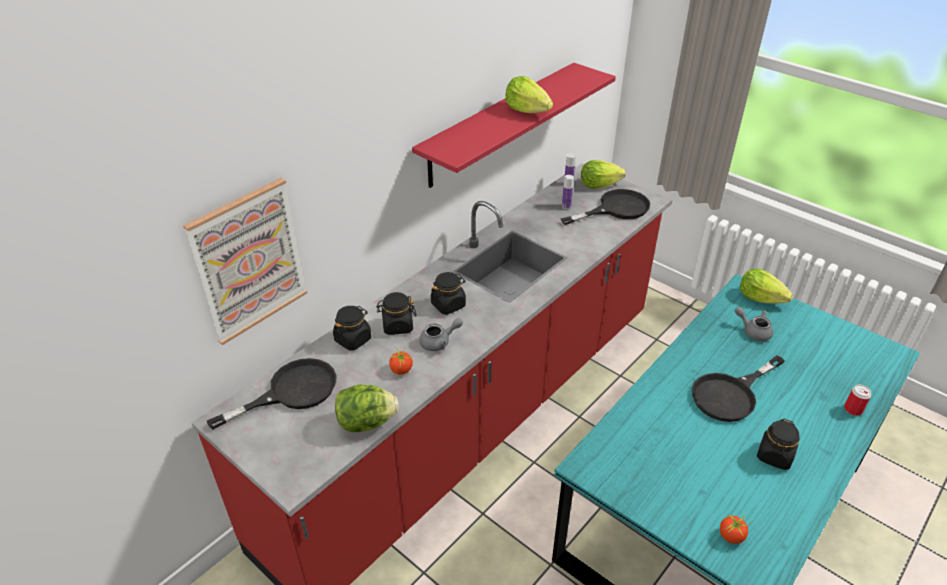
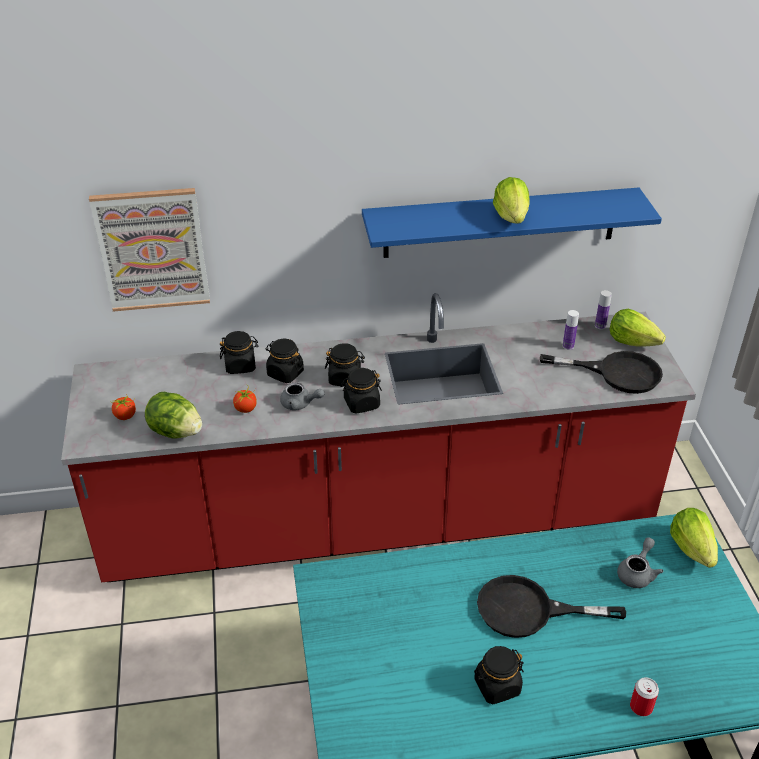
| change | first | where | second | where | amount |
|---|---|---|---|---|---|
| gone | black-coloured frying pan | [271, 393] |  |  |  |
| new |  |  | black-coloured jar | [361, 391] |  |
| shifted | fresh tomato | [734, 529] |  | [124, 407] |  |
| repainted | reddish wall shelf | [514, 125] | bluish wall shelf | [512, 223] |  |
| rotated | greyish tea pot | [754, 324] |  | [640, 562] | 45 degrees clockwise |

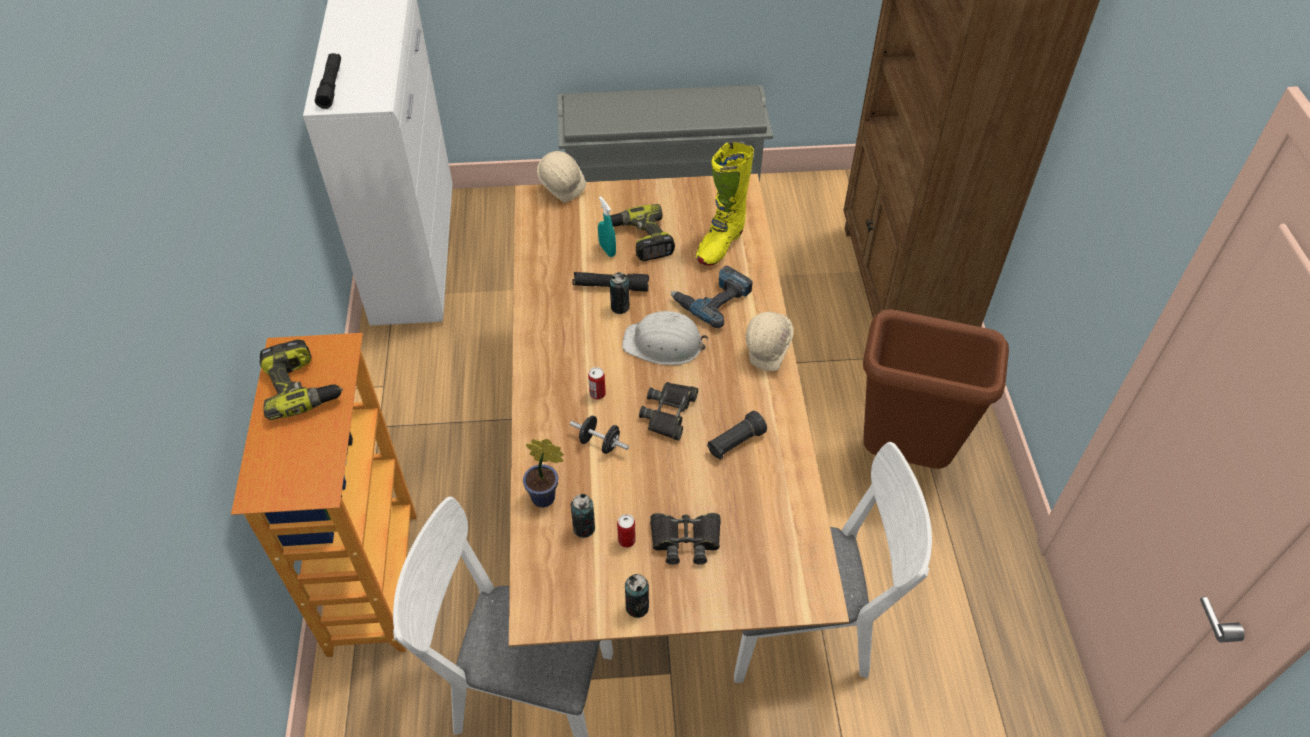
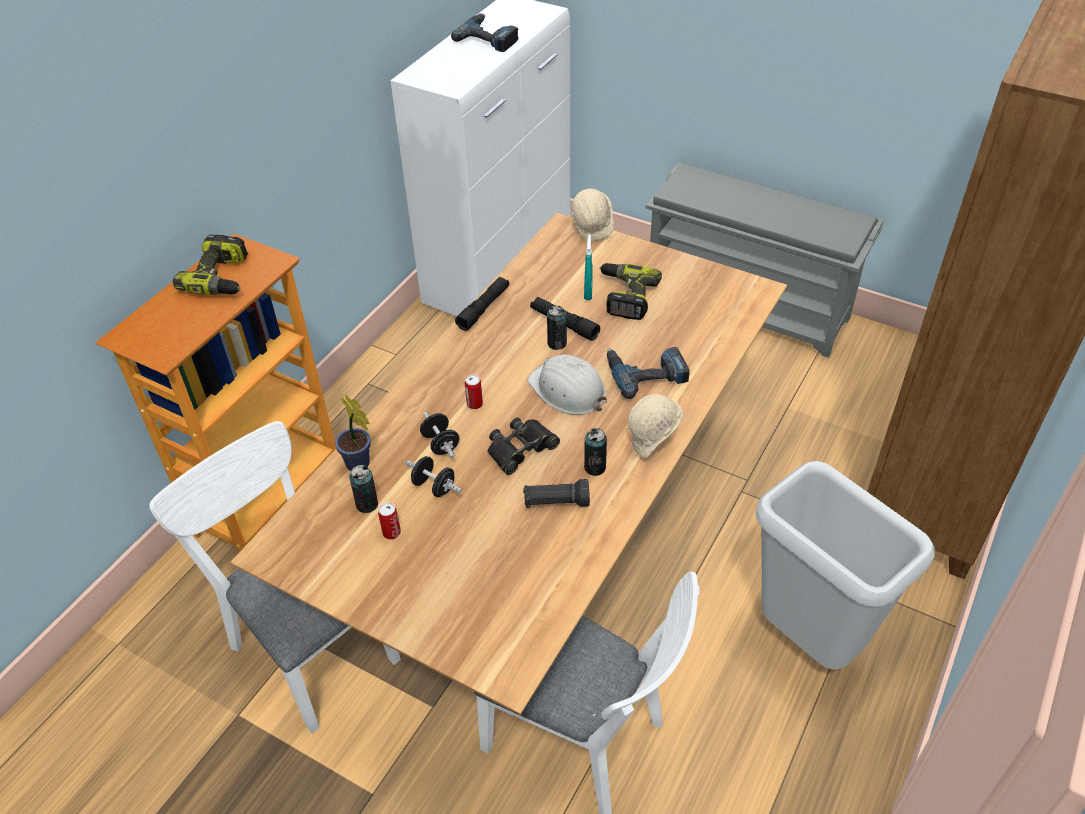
| change | first | where | second | where | amount |
|---|---|---|---|---|---|
| gone | black-coloured field glasses | [685, 539] |  |  |  |
| gone | yellowish tall boot | [725, 203] |  |  |  |
| new |  |  | black-coloured hand weight | [433, 476] |  |
| new |  |  | power drill | [485, 32] |  |
| shifted | black-coloured torch | [328, 81] |  | [482, 304] |  |
| shifted | sealed can | [637, 596] |  | [595, 452] |  |
| repainted | brown-coloured waste bin | [936, 389] | greyish waste bin | [845, 565] |  |

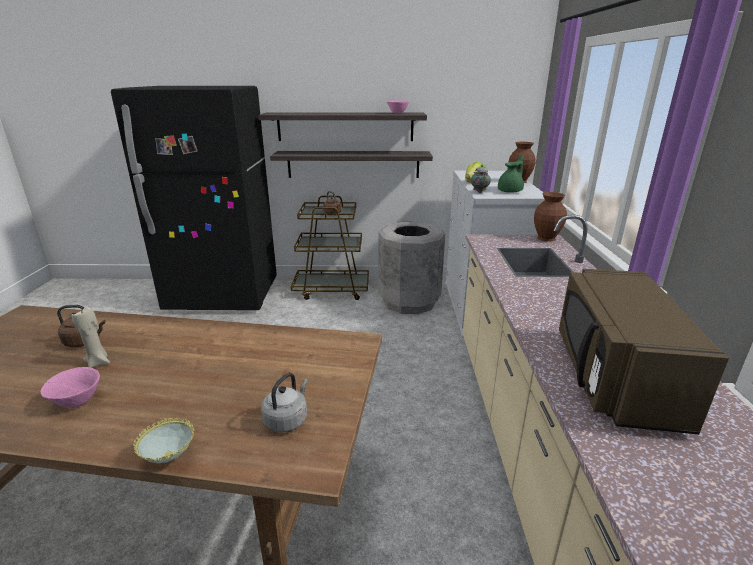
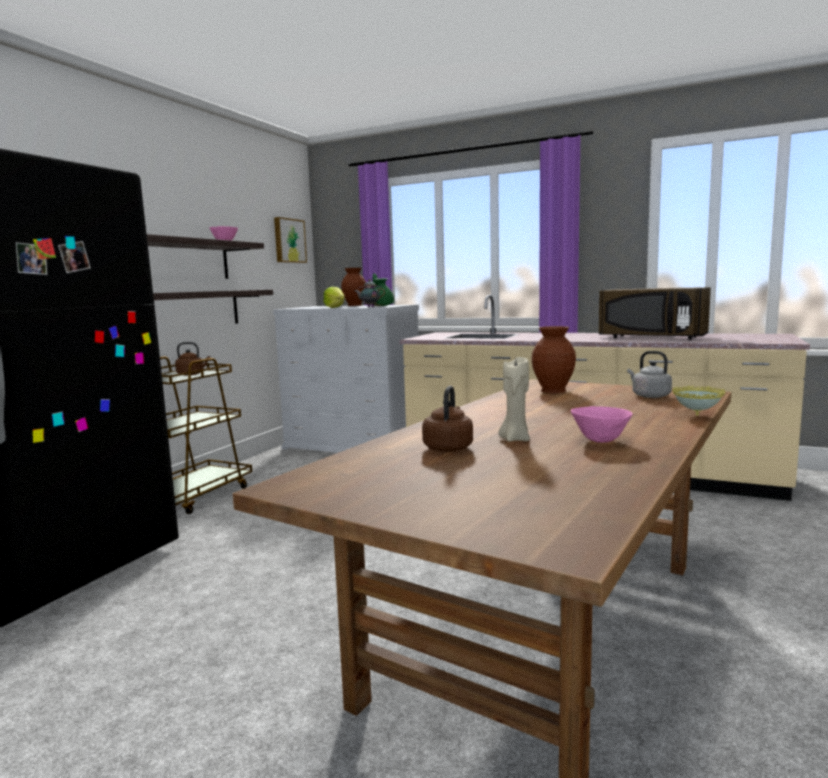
| change | first | where | second | where | amount |
|---|---|---|---|---|---|
| gone | greyish waste bin | [411, 268] |  |  |  |
| new |  |  | wall art | [290, 240] |  |
| shifted | brown-coloured decorative vase | [550, 217] |  | [553, 359] |  |

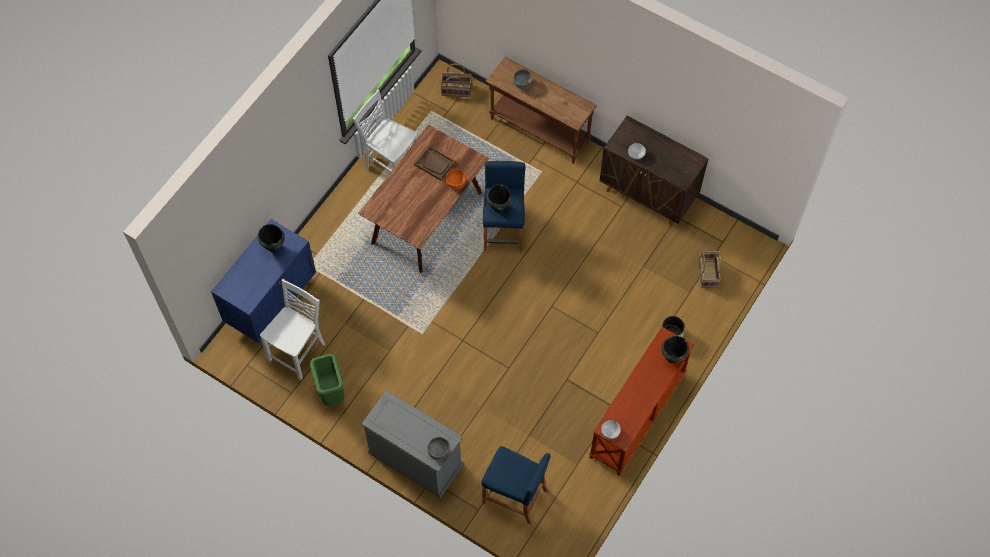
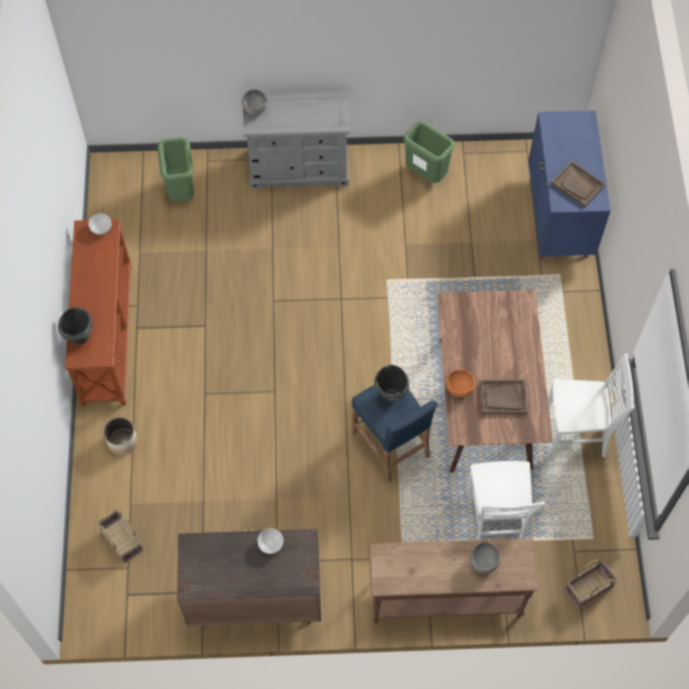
| change | first | where | second | where | amount |
|---|---|---|---|---|---|
| shifted | white plain chair | [293, 329] |  | [506, 500] |  |
| swapped | black-coloured saucepot | [271, 238] | brown-coloured tray | [578, 184] |  |
| swapped | bluish stool | [516, 485] | green waste bin | [175, 169] |  |

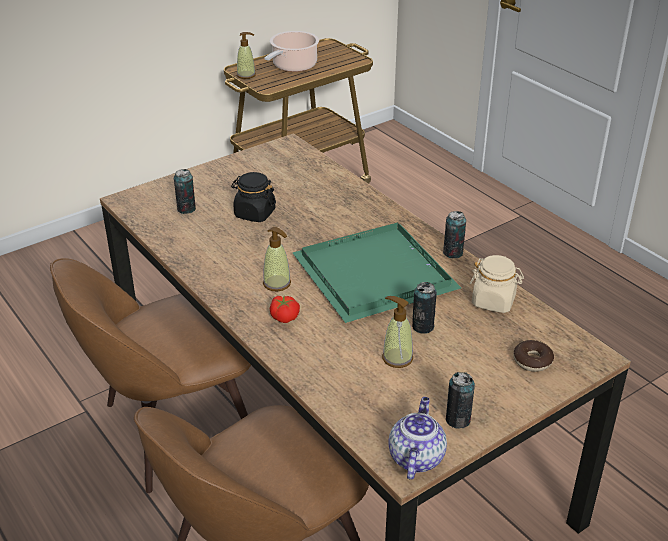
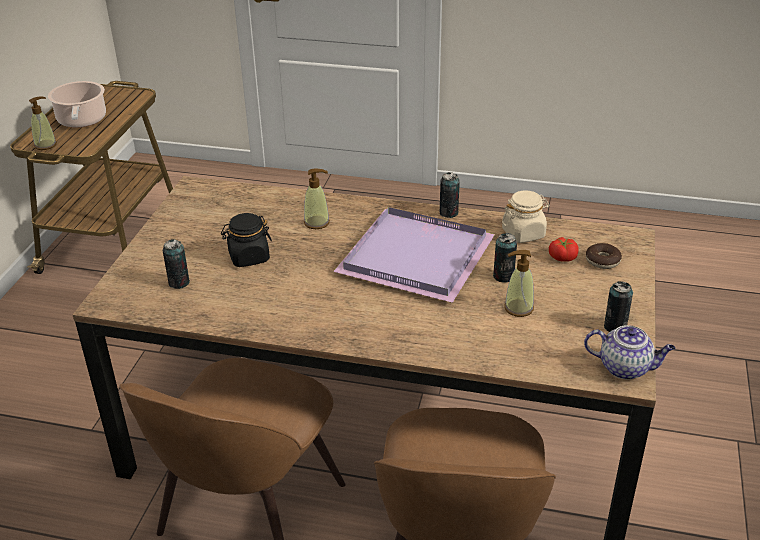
| change | first | where | second | where | amount |
|---|---|---|---|---|---|
| shifted | liquid soap bottle | [277, 259] |  | [317, 199] |  |
| shifted | fresh tomato | [285, 309] |  | [563, 249] |  |
| repainted | green tray | [377, 273] | purple-coloured tray | [414, 255] |  |
| rotated | tea pot | [417, 438] |  | [629, 352] | 135 degrees clockwise |

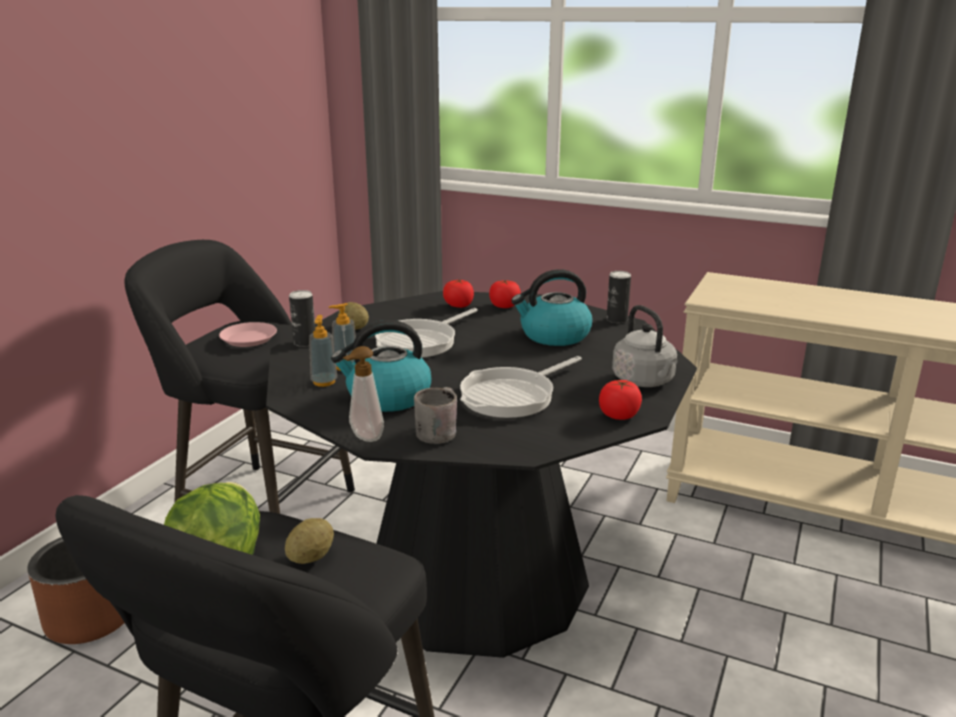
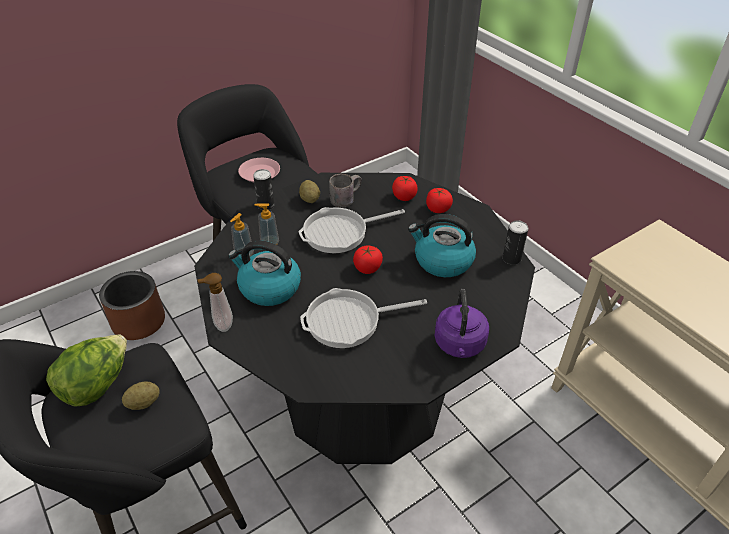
| change | first | where | second | where | amount |
|---|---|---|---|---|---|
| shifted | greyish coffee mug | [435, 415] |  | [345, 191] |  |
| shifted | fresh tomato | [620, 400] |  | [368, 259] |  |
| repainted | greyish tea kettle | [644, 346] | purple-coloured tea kettle | [462, 323] |  |

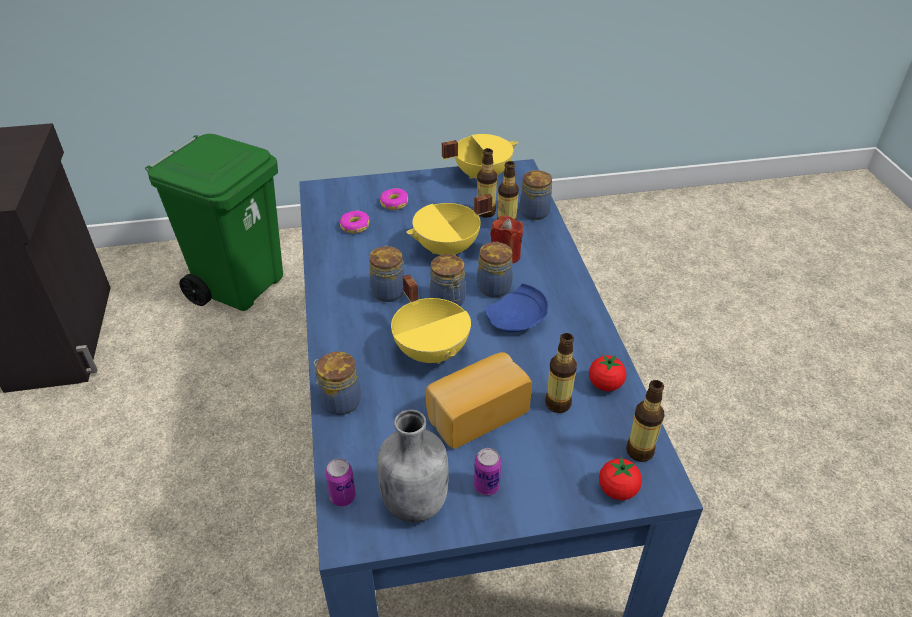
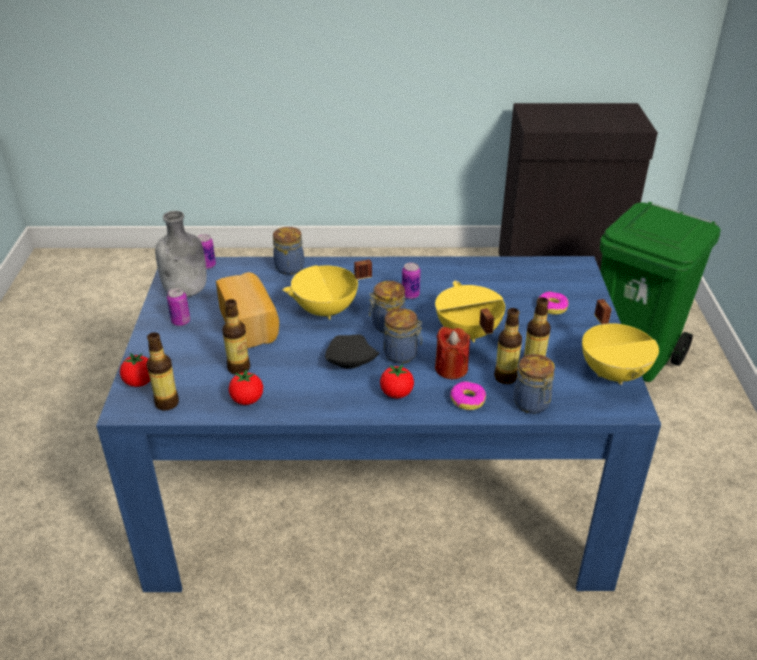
| change | first | where | second | where | amount |
|---|---|---|---|---|---|
| new |  |  | fresh tomato | [397, 381] |  |
| shifted | donut | [354, 222] |  | [468, 395] |  |
| swapped | jar | [387, 274] | sealed can | [411, 281] |  |
| repainted | bluish flat dish | [517, 308] | black-coloured flat dish | [352, 351] |  |

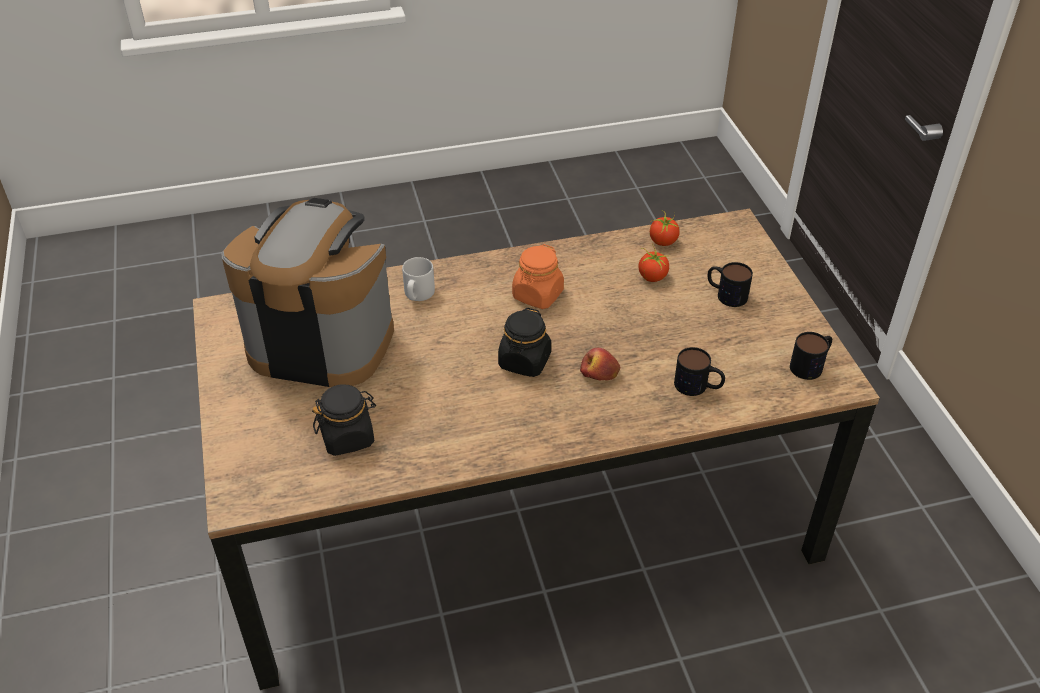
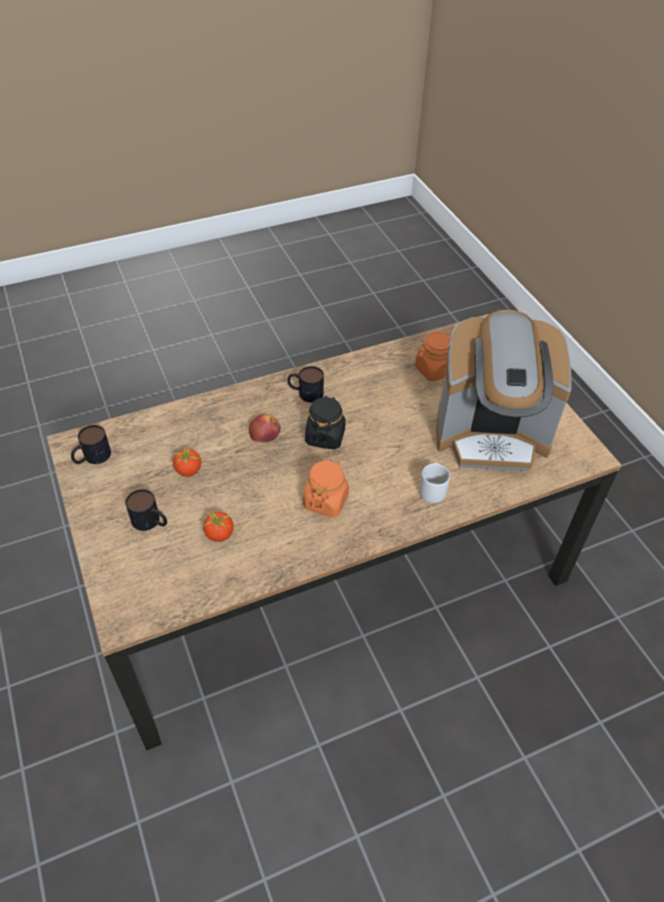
| change | first | where | second | where | amount |
|---|---|---|---|---|---|
| shifted | fresh tomato | [665, 228] |  | [187, 461] |  |
| shifted | coffee mug | [699, 371] |  | [305, 384] |  |
| repainted | black-coloured jar | [344, 420] | orangey jar | [433, 357] |  |

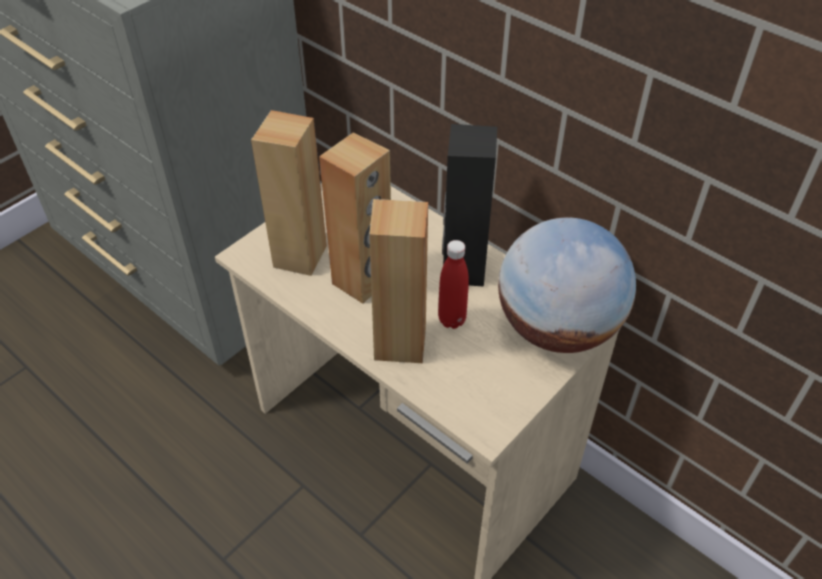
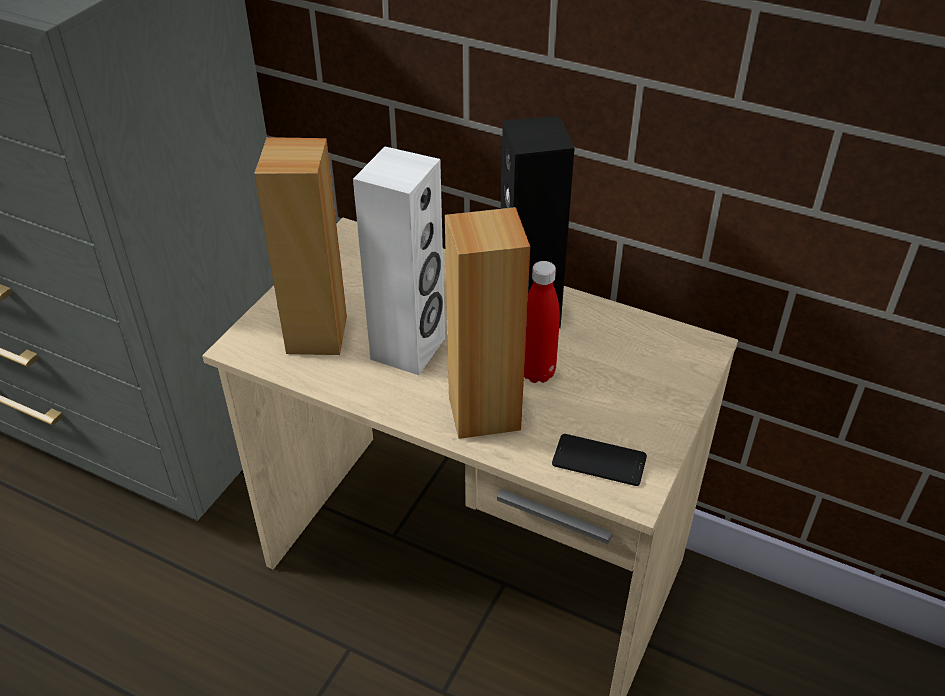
| change | first | where | second | where | amount |
|---|---|---|---|---|---|
| gone | world globe | [567, 285] |  |  |  |
| new |  |  | phone | [599, 460] |  |
| repainted | brown-coloured loudspeaker | [355, 218] | white loudspeaker | [399, 261] |  |

